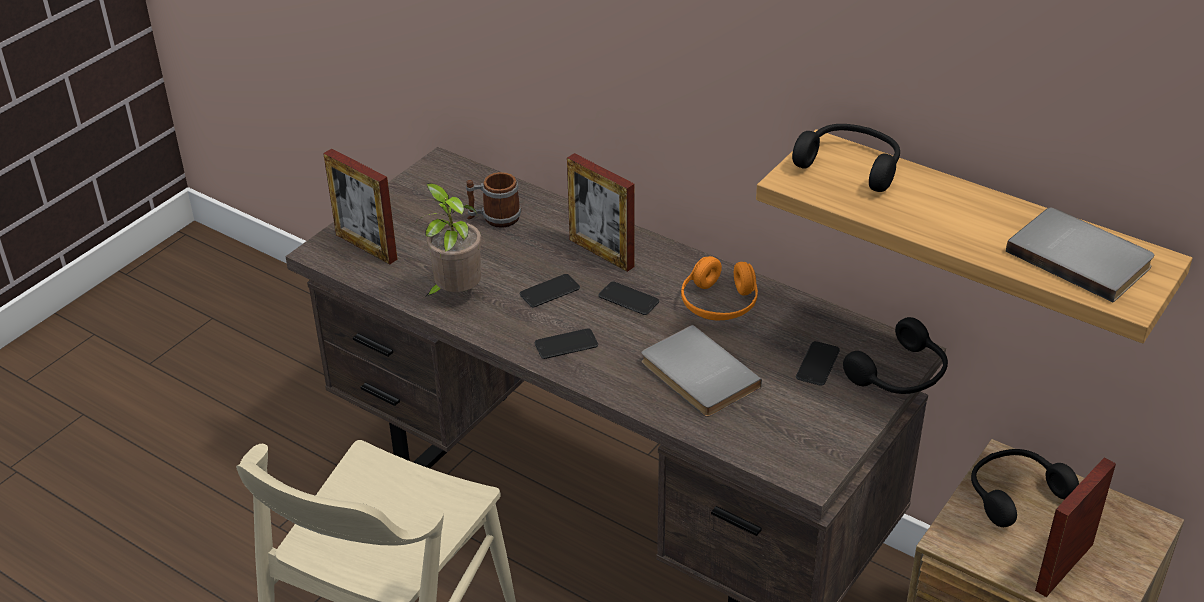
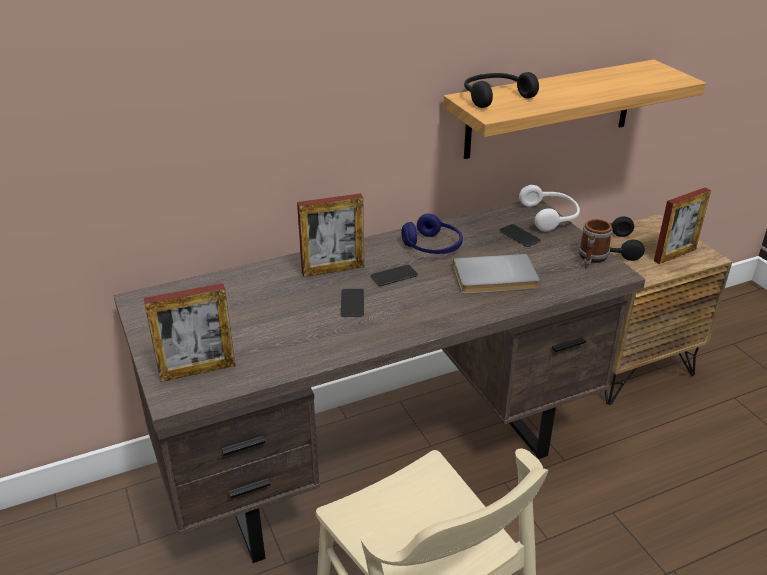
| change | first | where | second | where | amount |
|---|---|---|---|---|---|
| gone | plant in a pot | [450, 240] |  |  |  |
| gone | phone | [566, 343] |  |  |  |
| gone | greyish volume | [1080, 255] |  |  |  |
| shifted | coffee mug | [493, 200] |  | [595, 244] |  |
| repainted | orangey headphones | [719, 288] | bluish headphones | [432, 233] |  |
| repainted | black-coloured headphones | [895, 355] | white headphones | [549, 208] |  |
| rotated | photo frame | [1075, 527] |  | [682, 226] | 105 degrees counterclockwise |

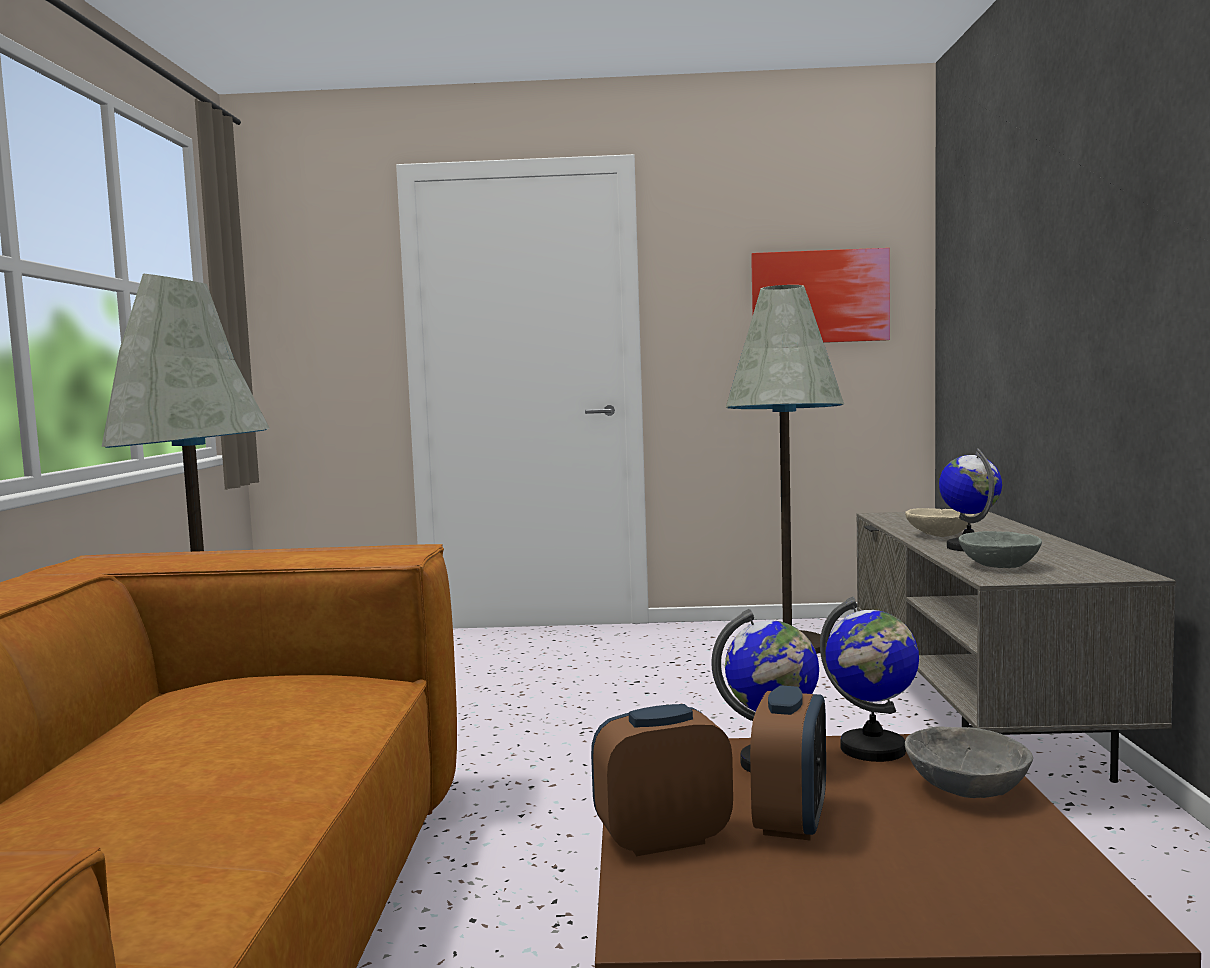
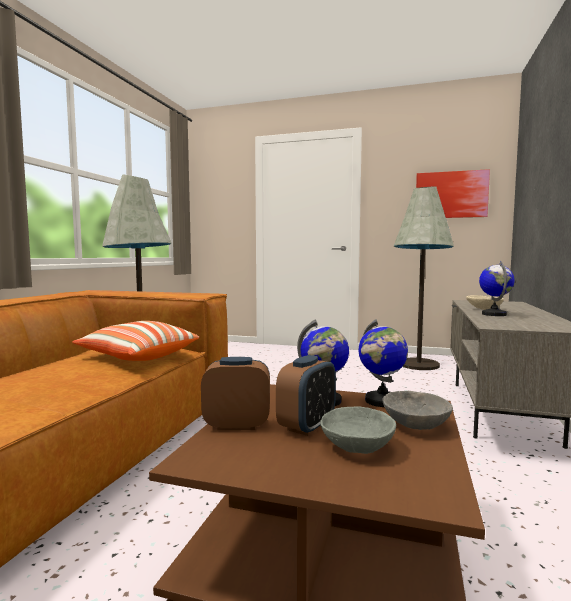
| change | first | where | second | where | amount |
|---|---|---|---|---|---|
| new |  |  | throw pillow | [135, 341] |  |
| shifted | greyish deep dish | [1000, 549] |  | [358, 430] |  |

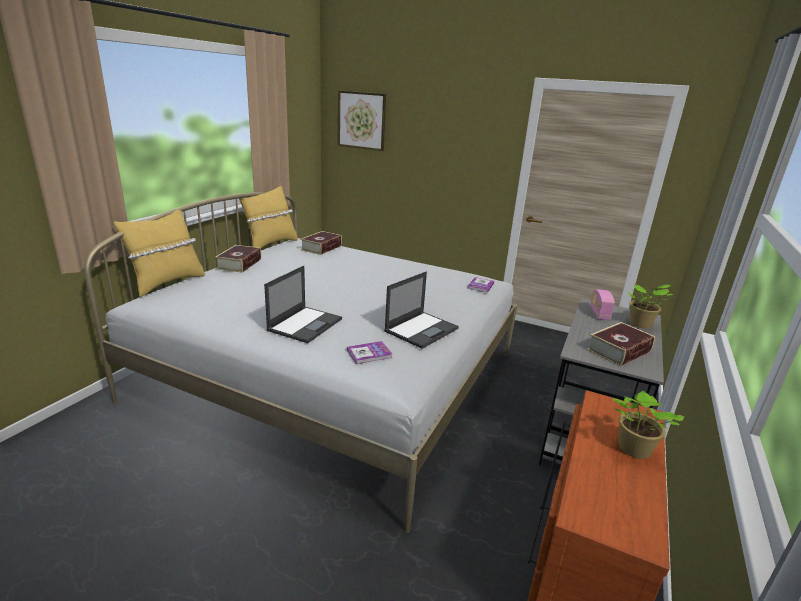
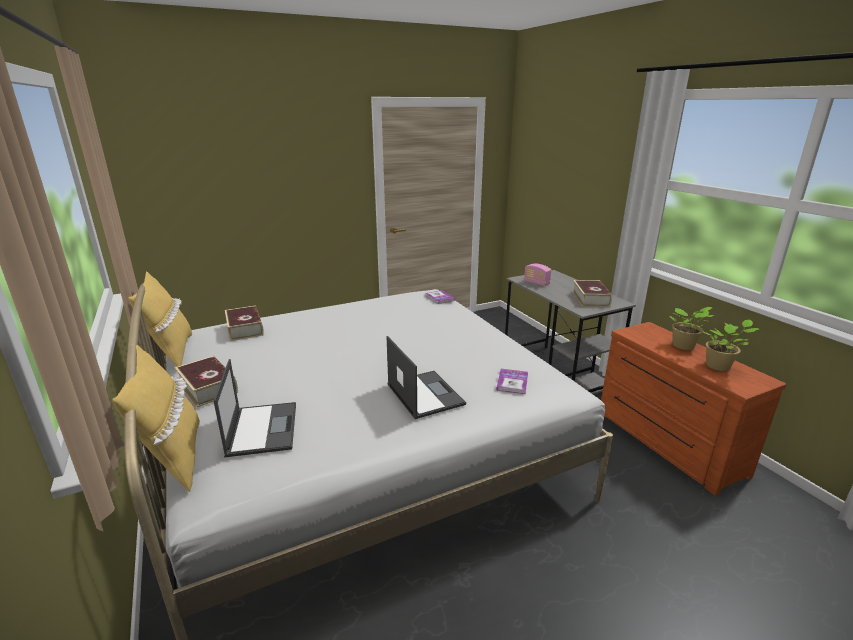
| change | first | where | second | where | amount |
|---|---|---|---|---|---|
| gone | wall art | [362, 121] |  |  |  |
| shifted | laptop | [421, 310] |  | [255, 408] |  |
| shifted | plant in a pot | [650, 306] |  | [729, 345] |  |

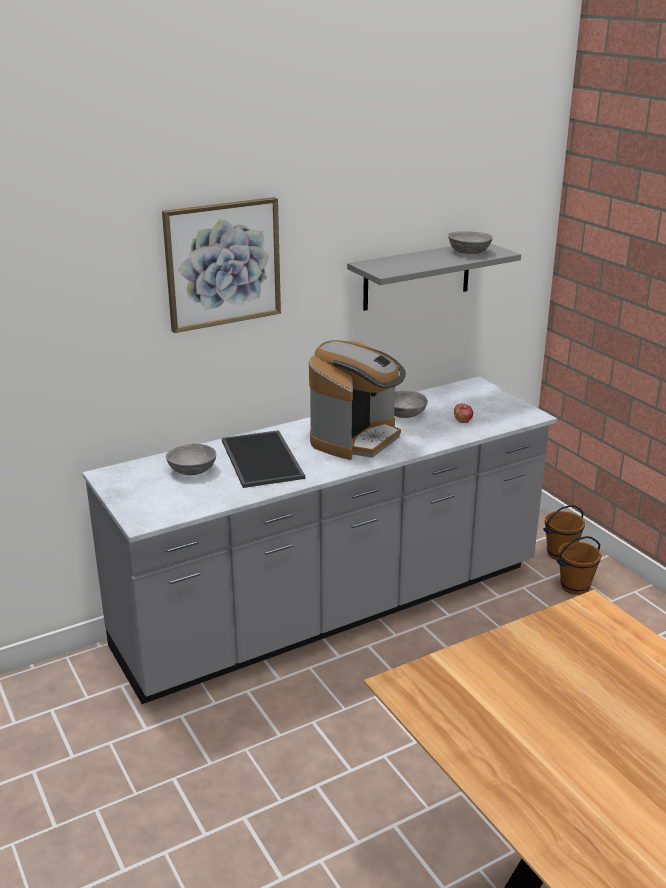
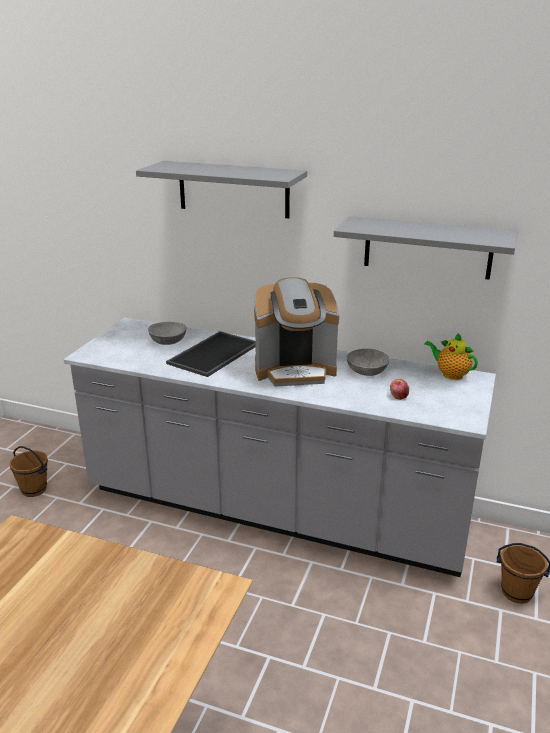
| change | first | where | second | where | amount |
|---|---|---|---|---|---|
| gone | greyish deep dish | [470, 242] |  |  |  |
| new |  |  | tea pot | [451, 356] |  |
| shifted | brown-coloured water bucket | [579, 565] |  | [28, 471] |  |
| swapped | wall art | [221, 265] | greyish wall shelf | [221, 189] |  |

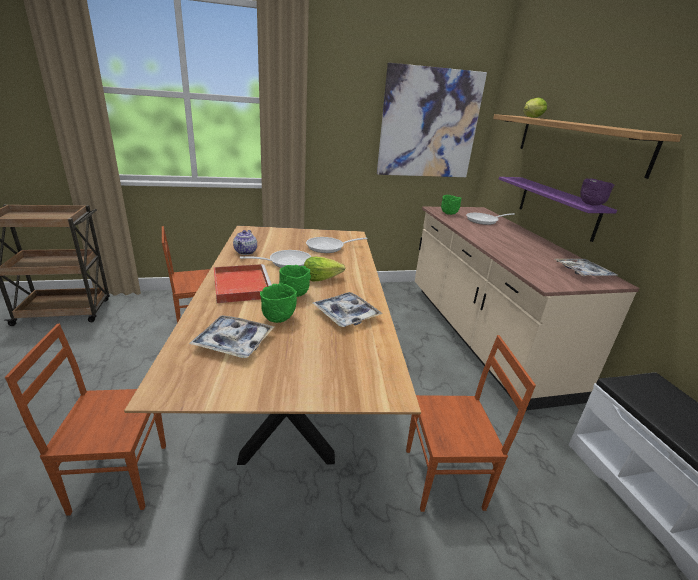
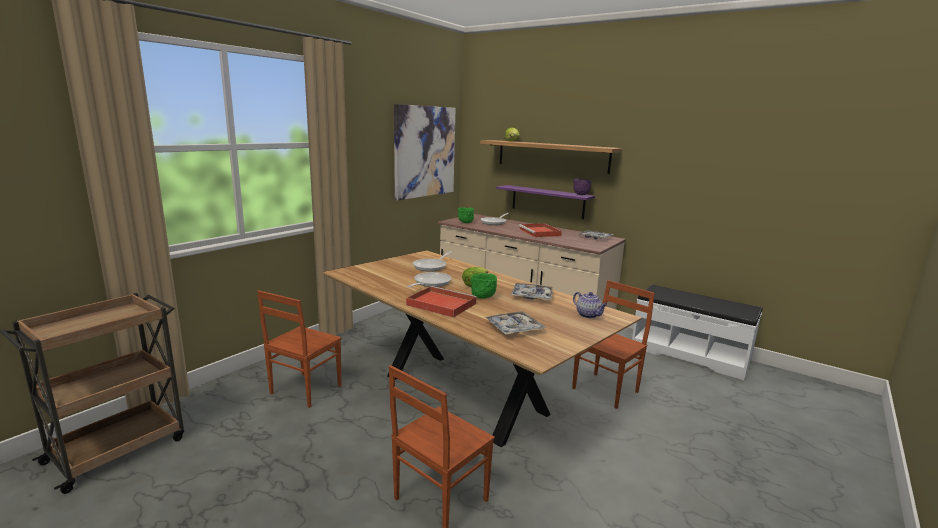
| change | first | where | second | where | amount |
|---|---|---|---|---|---|
| gone | green deep dish | [278, 303] |  |  |  |
| new |  |  | reddish tray | [540, 230] |  |
| shifted | tea pot | [245, 242] |  | [590, 305] |  |

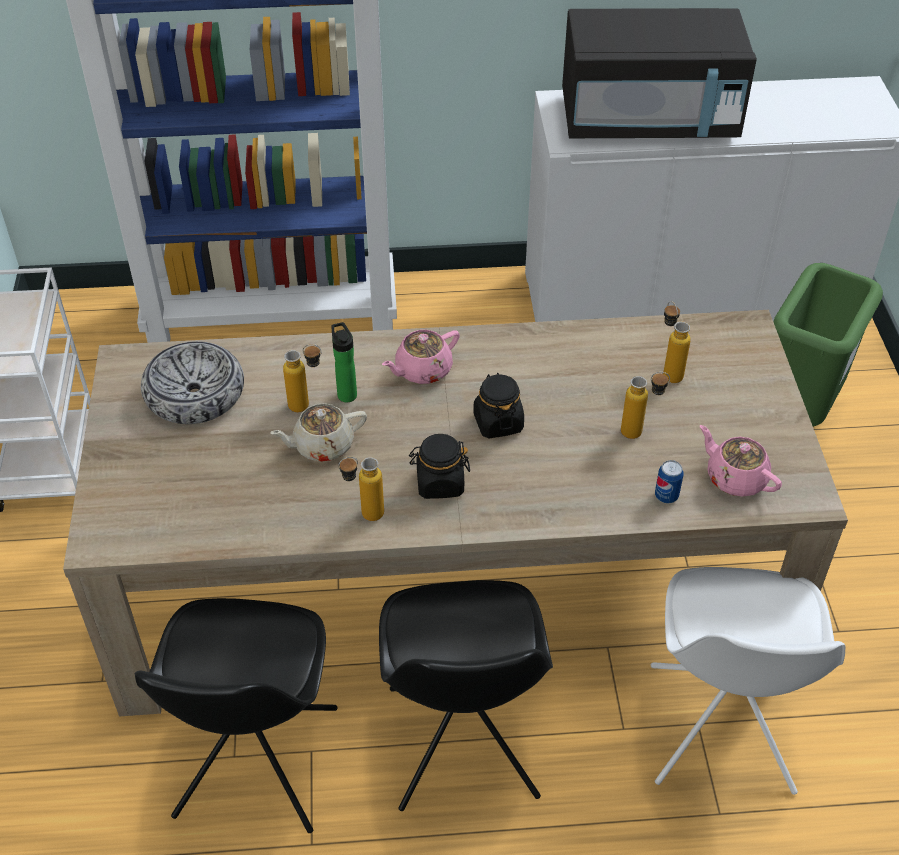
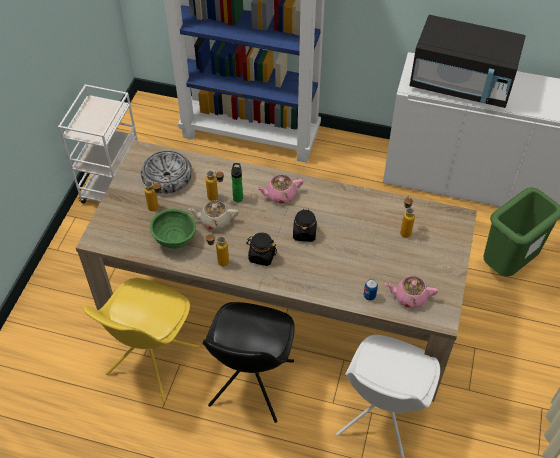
| change | first | where | second | where | amount |
|---|---|---|---|---|---|
| new |  |  | green deep dish | [173, 229] |  |
| shifted | drink bottle | [645, 405] |  | [153, 196] |  |
| repainted | black-coloured plain chair | [236, 715] | yellowish plain chair | [141, 340] |  |
| rotated | pink tea pot | [741, 461] |  | [411, 292] | 60 degrees counterclockwise |

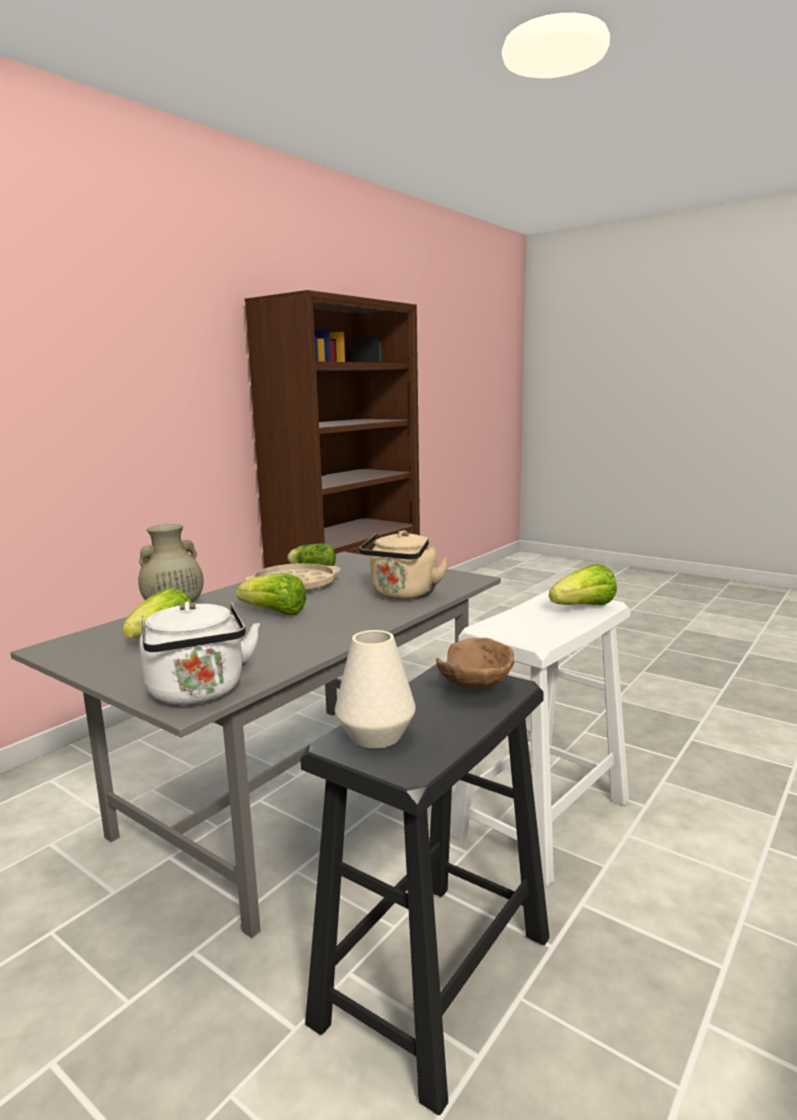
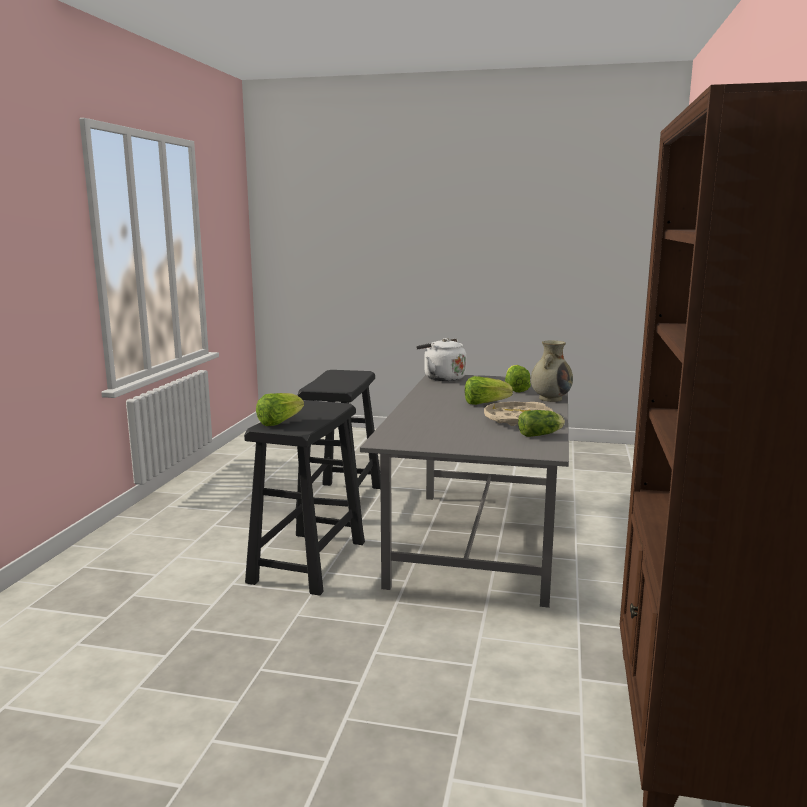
| change | first | where | second | where | amount |
|---|---|---|---|---|---|
| gone | white decorative vase | [375, 689] |  |  |  |
| gone | sand-coloured tea kettle | [404, 565] |  |  |  |
| gone | brown-coloured deep dish | [475, 663] |  |  |  |
| repainted | white stool | [540, 738] | black-coloured stool | [304, 498] |  |

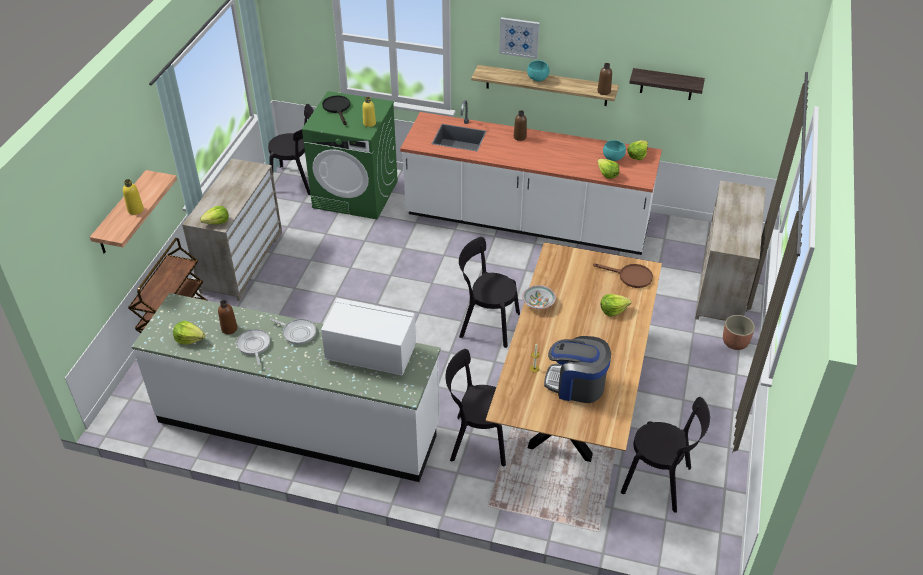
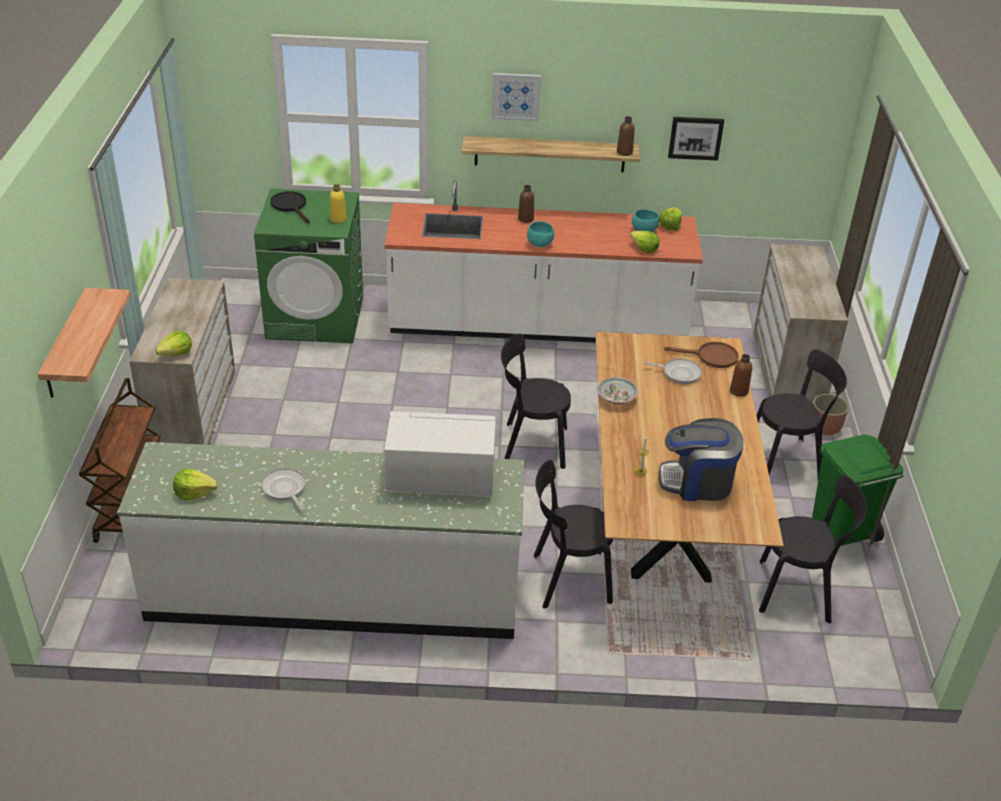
| change | first | where | second | where | amount |
|---|---|---|---|---|---|
| gone | yellowish drink bottle | [133, 197] |  |  |  |
| gone | head of lettuce | [616, 305] |  |  |  |
| new |  |  | green waste bin | [858, 490] |  |
| shifted | brown-coloured drink bottle | [228, 317] |  | [741, 375] |  |
| shifted | black-coloured plain chair | [291, 149] |  | [802, 414] |  |
| shifted | frying pan | [293, 331] |  | [672, 371] |  |
| shifted | blue-green deep dish | [538, 70] |  | [540, 234] |  |
| swapped | wall shelf | [667, 84] | wall art | [696, 139] |  |

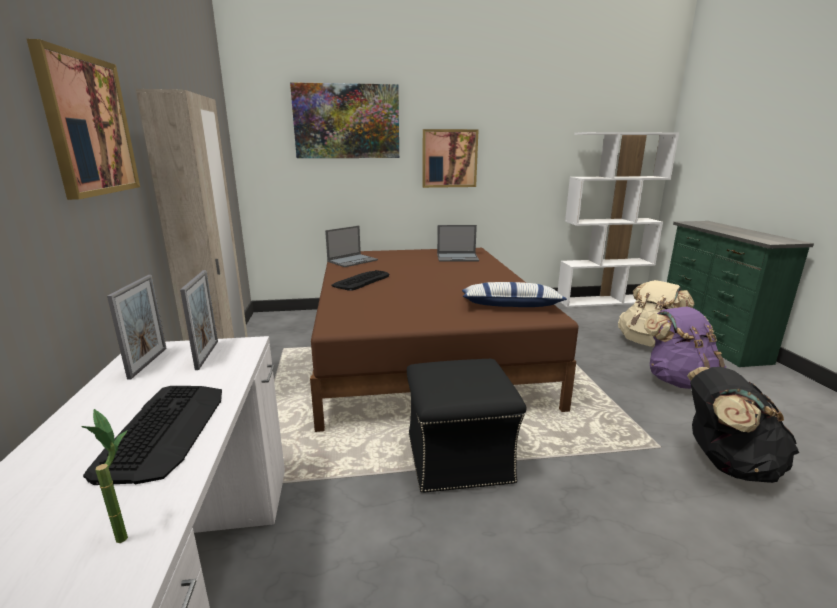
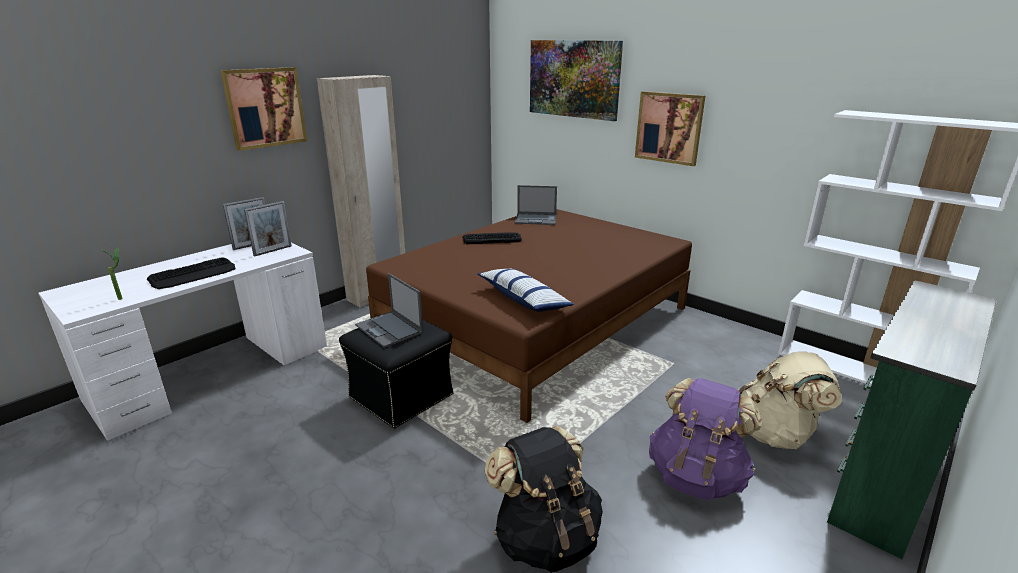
| change | first | where | second | where | amount |
|---|---|---|---|---|---|
| shifted | laptop | [458, 243] |  | [389, 310] |  |

